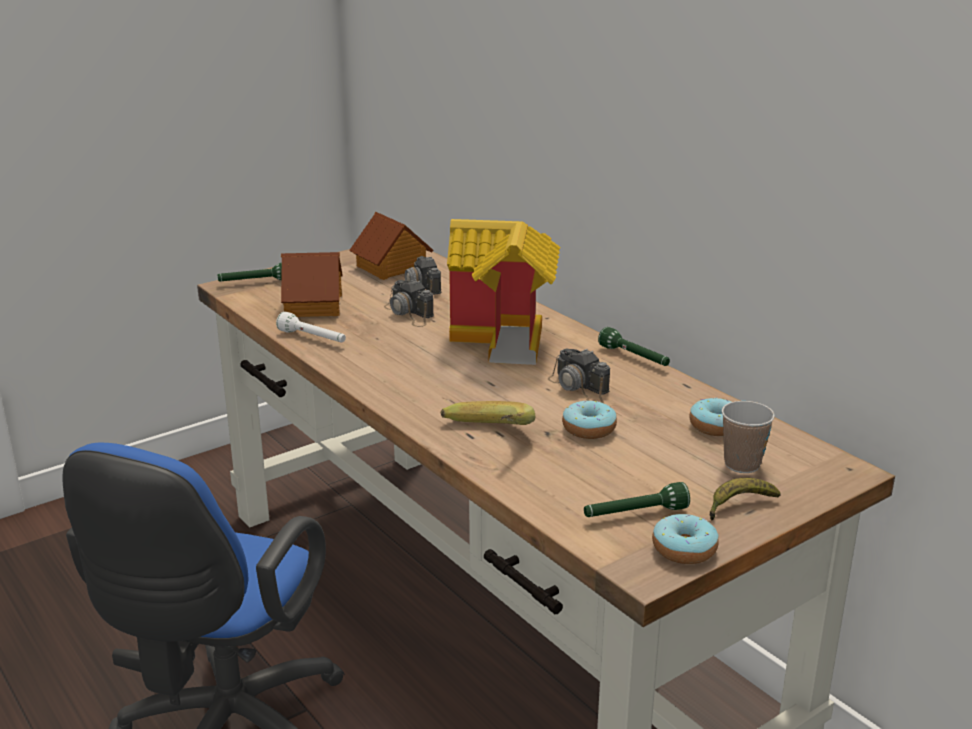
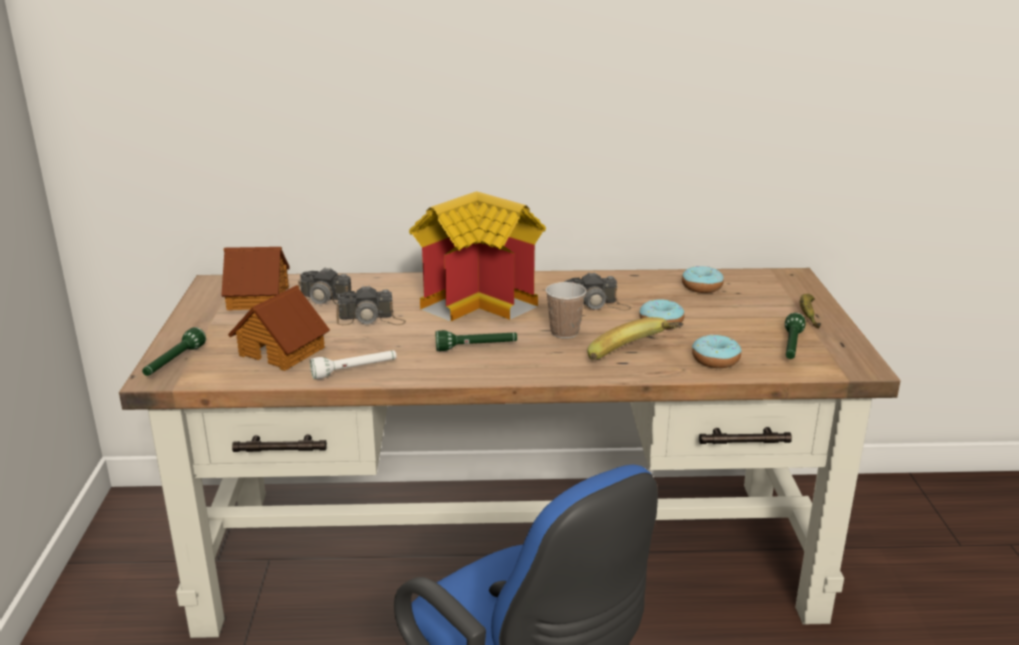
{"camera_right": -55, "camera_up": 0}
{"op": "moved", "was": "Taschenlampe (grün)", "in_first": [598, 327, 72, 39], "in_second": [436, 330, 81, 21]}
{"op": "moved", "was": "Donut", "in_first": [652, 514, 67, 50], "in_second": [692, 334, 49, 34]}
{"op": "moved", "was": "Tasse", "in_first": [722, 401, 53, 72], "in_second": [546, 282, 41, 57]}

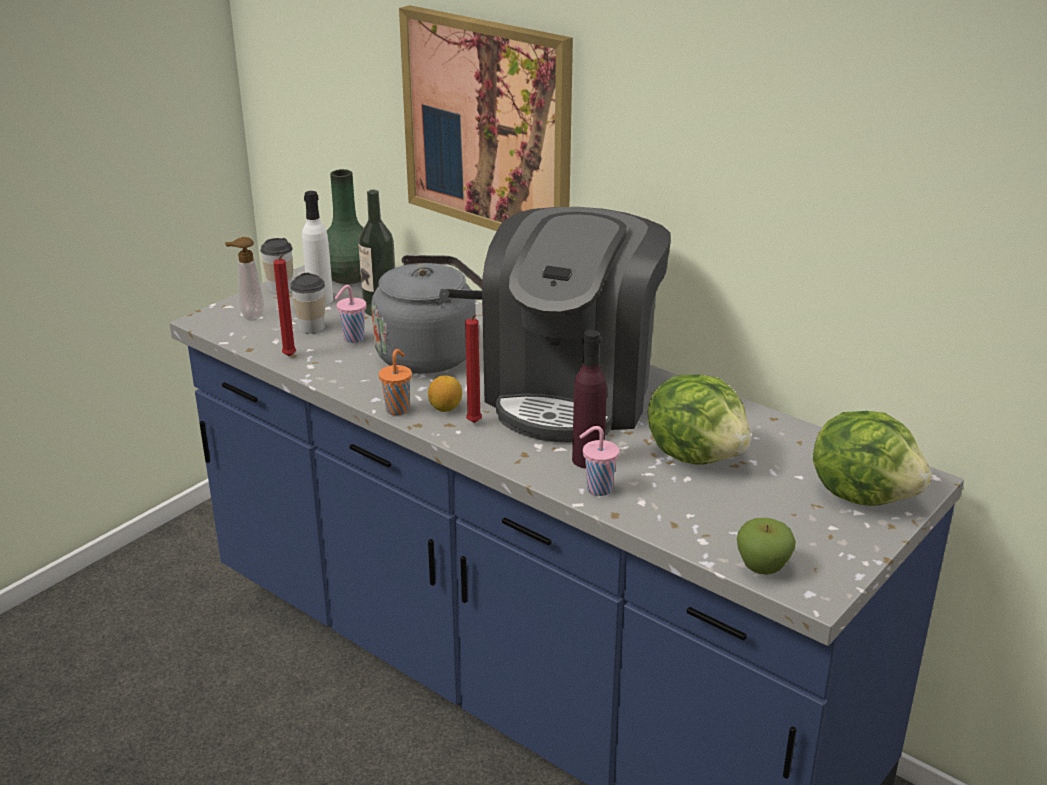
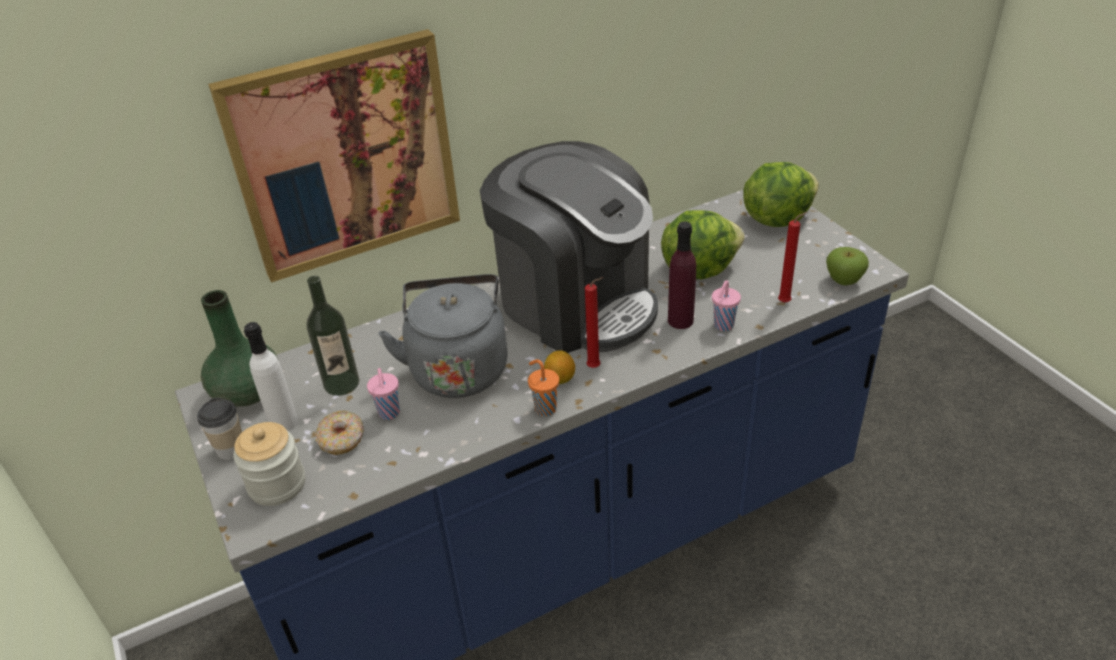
{"camera_right": -65, "camera_up": 10}
{"op": "moved", "was": "Kerze (rot)", "in_first": [273, 254, 23, 102], "in_second": [778, 212, 29, 91]}
{"op": "replaced", "was": "Seifenspender", "now": "Vorratsglas", "in_first": [225, 237, 39, 84], "in_second": [233, 422, 72, 84]}
{"op": "replaced", "was": "Tasse", "now": "Donut", "in_first": [291, 273, 34, 61], "in_second": [315, 411, 49, 44]}

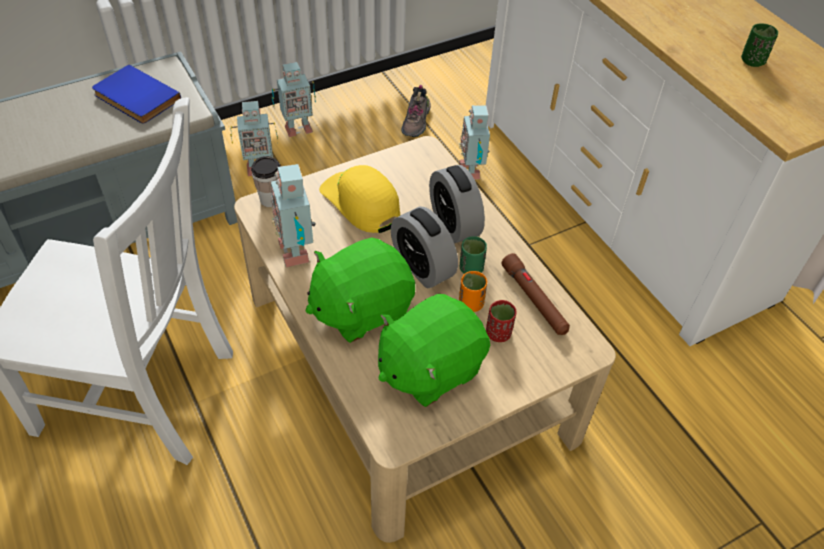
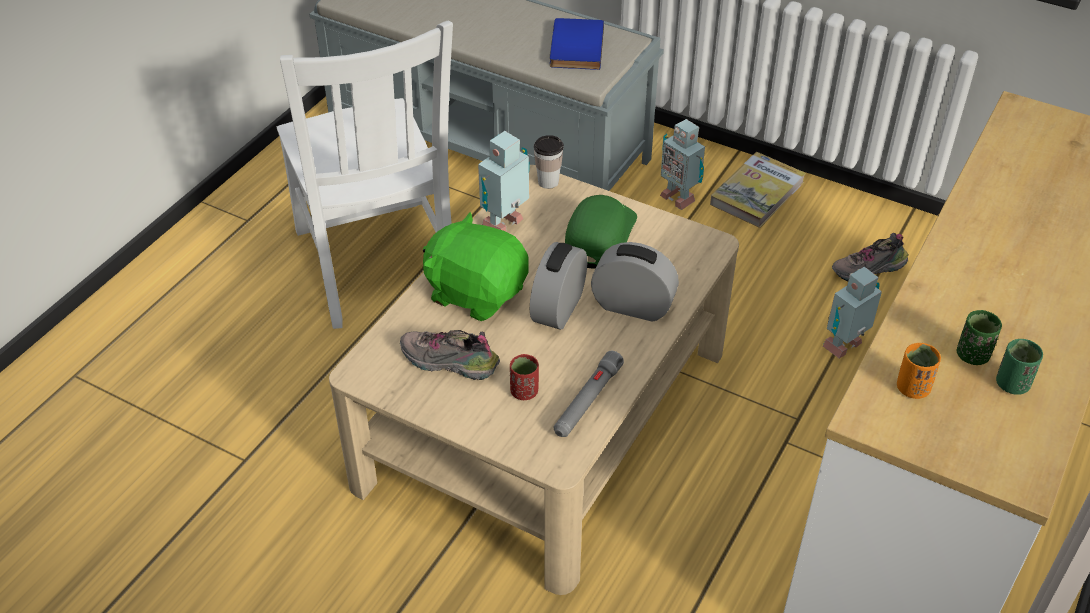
{"camera_right": 60, "camera_up": -5}
{"op": "moved", "was": "Tasse (orange)", "in_first": [459, 271, 28, 41], "in_second": [897, 343, 44, 56]}
{"op": "moved", "was": "Tasse (grün)", "in_first": [460, 236, 27, 38], "in_second": [996, 339, 47, 56]}
{"op": "replaced", "was": "Spielzeugroboter", "now": "Buch", "in_first": [271, 62, 45, 75], "in_second": [710, 152, 96, 76]}
{"op": "replaced", "was": "Plüschtier (grün)", "now": "Schuh", "in_first": [378, 294, 112, 113], "in_second": [400, 330, 100, 50]}
{"op": "recoloured", "was": "Kappe (gelb)", "now": "Kappe (grün)", "in_first": [319, 165, 81, 68], "in_second": [565, 195, 72, 73]}
{"op": "recoloured", "was": "Taschenlampe (braun)", "now": "Taschenlampe (grau)", "in_first": [501, 253, 69, 82], "in_second": [553, 350, 71, 87]}
{"op": "turned", "was": "Wecker", "in_first": [429, 165, 56, 78], "in_second": [591, 242, 88, 80], "clockwise": 75}

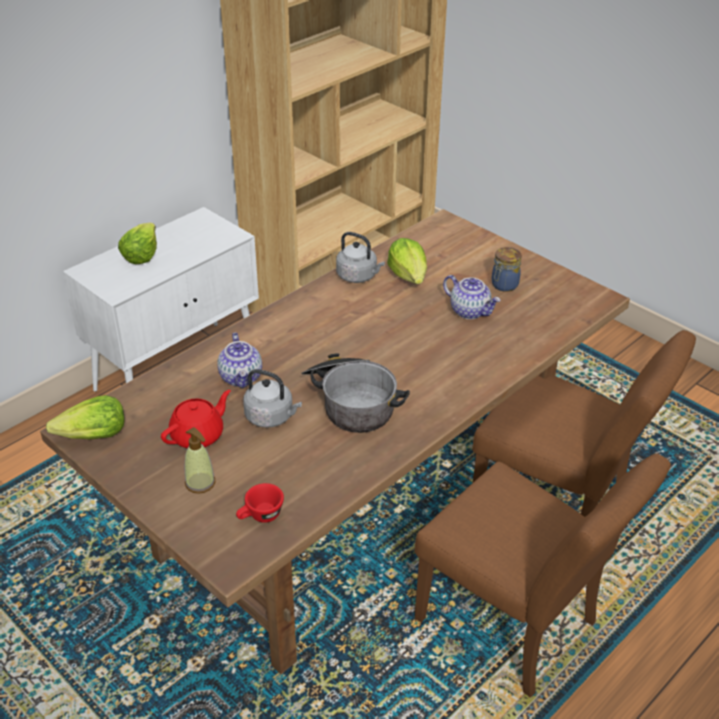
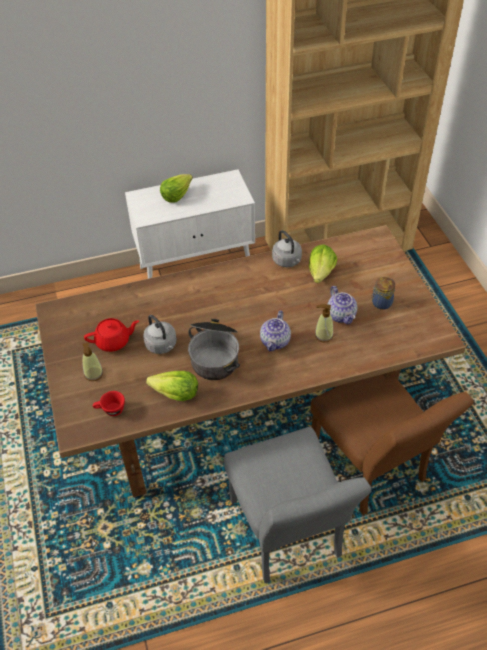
{"camera_right": 30, "camera_up": 10}
{"op": "added", "now": "Seifenspender", "in_second": [315, 304, 19, 38]}
{"op": "moved", "was": "Salatkopf", "in_first": [46, 395, 78, 44], "in_second": [146, 371, 52, 30]}
{"op": "moved", "was": "Teekanne", "in_first": [217, 333, 45, 55], "in_second": [260, 310, 31, 41]}
{"op": "recoloured", "was": "Stuhl (braun)", "now": "Stuhl (grau)", "in_first": [415, 454, 256, 243], "in_second": [224, 427, 147, 156]}

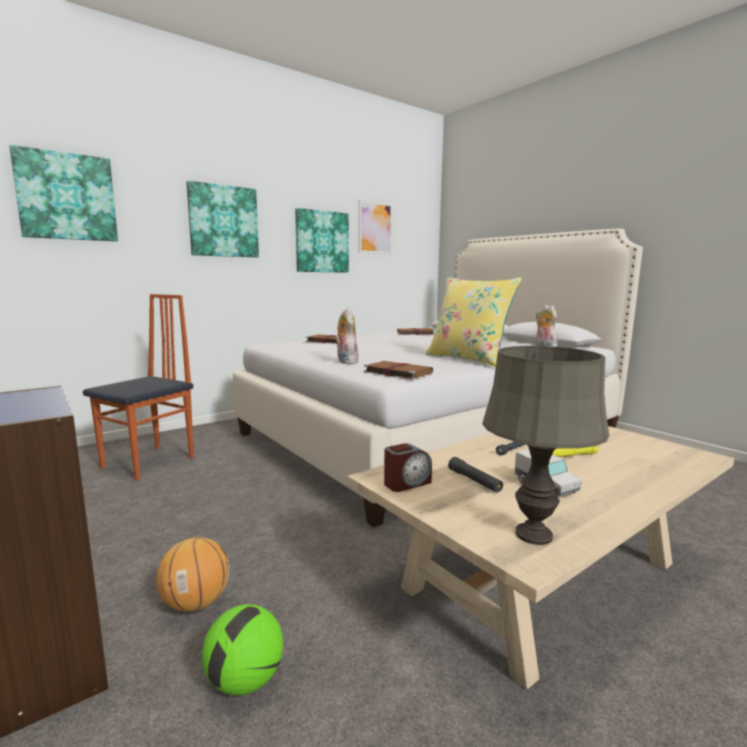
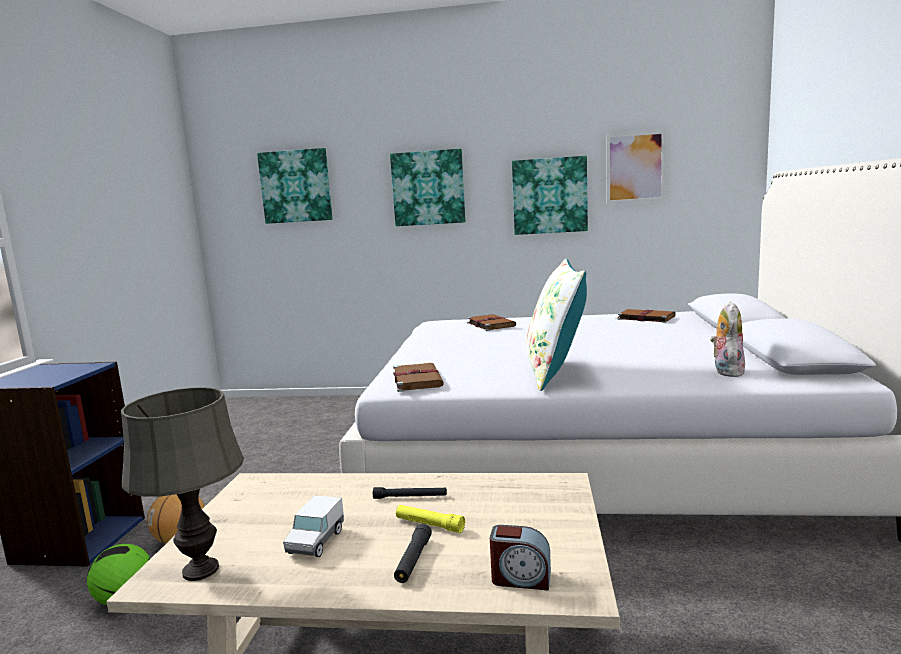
{"camera_right": 45, "camera_up": 0}
{"op": "removed", "was": "Stuhl", "in_first": [83, 294, 111, 187]}
{"op": "removed", "was": "Plüschtier", "in_first": [334, 308, 25, 56]}
{"op": "moved", "was": "Wecker", "in_first": [384, 443, 48, 49], "in_second": [490, 525, 61, 65]}
{"op": "moved", "was": "Taschenlampe (schwarz)", "in_first": [448, 457, 55, 36], "in_second": [394, 524, 38, 59]}
{"op": "recoloured", "was": "Kissen (gelb)", "now": "Kissen (weiß)", "in_first": [425, 277, 97, 90], "in_second": [527, 259, 60, 132]}

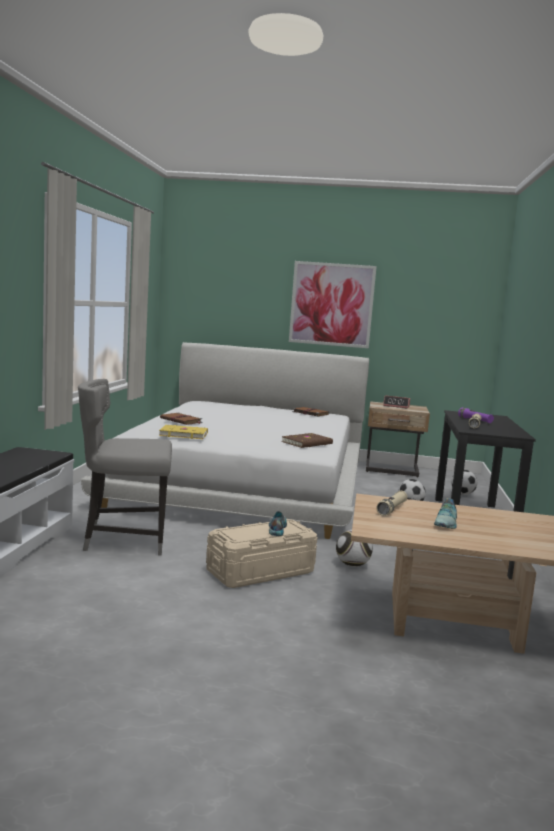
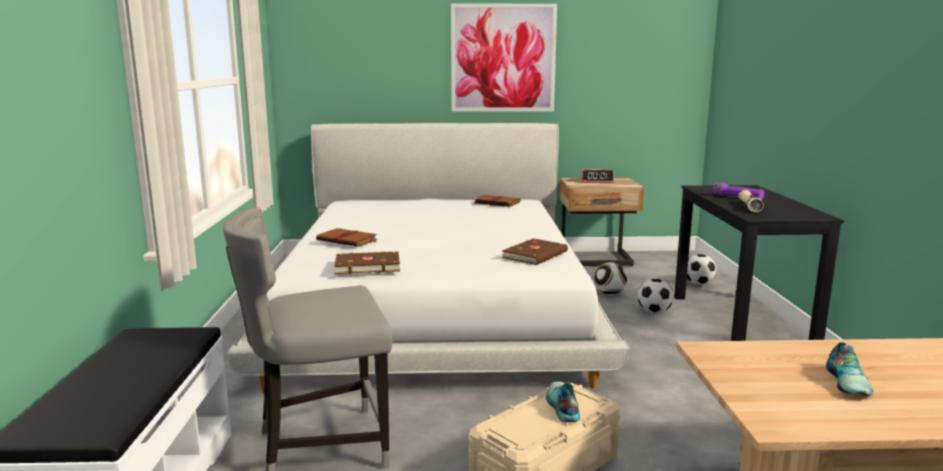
{"camera_right": -10, "camera_up": 5}
{"op": "removed", "was": "Taschenlampe (beige)", "in_first": [376, 491, 31, 25]}
{"op": "moved", "was": "Fußball", "in_first": [336, 530, 37, 37], "in_second": [594, 262, 33, 33]}
{"op": "recoloured", "was": "Buch (gelb)", "now": "Buch (braun)", "in_first": [159, 425, 49, 14], "in_second": [334, 252, 66, 22]}

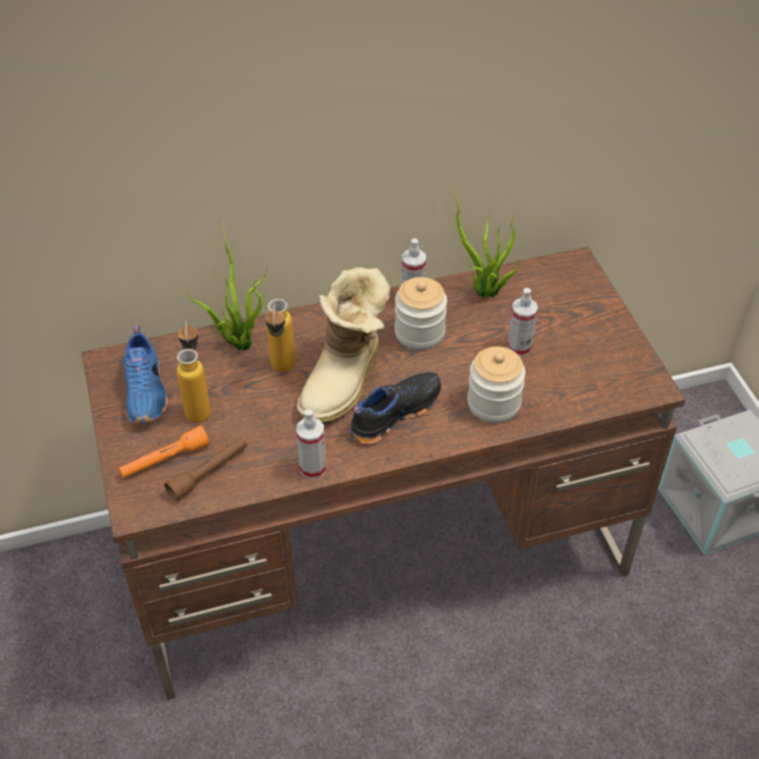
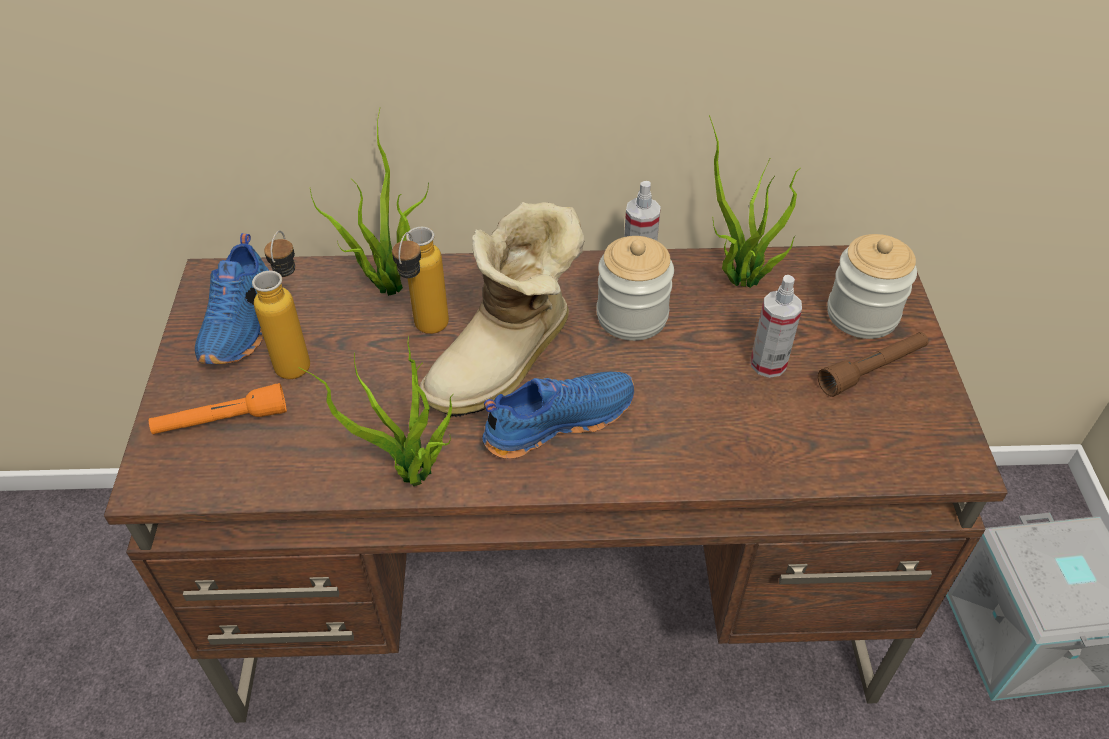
{"camera_right": 15, "camera_up": 0}
{"op": "moved", "was": "Taschenlampe (braun)", "in_first": [164, 437, 83, 64], "in_second": [818, 332, 110, 65]}
{"op": "moved", "was": "Vorratsglas", "in_first": [467, 346, 59, 77], "in_second": [827, 234, 90, 105]}
{"op": "replaced", "was": "Sprühflasche", "now": "Topfpflanze", "in_first": [296, 409, 30, 70], "in_second": [299, 336, 154, 150]}
{"op": "recoloured", "was": "Schuh (schwarz)", "now": "Schuh (blau)", "in_first": [350, 372, 91, 72], "in_second": [482, 372, 152, 87]}

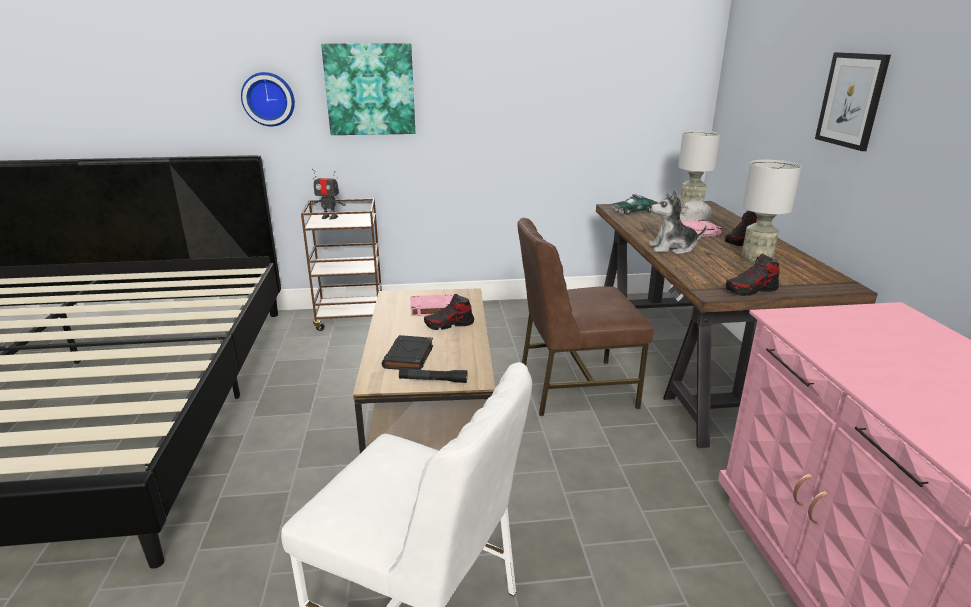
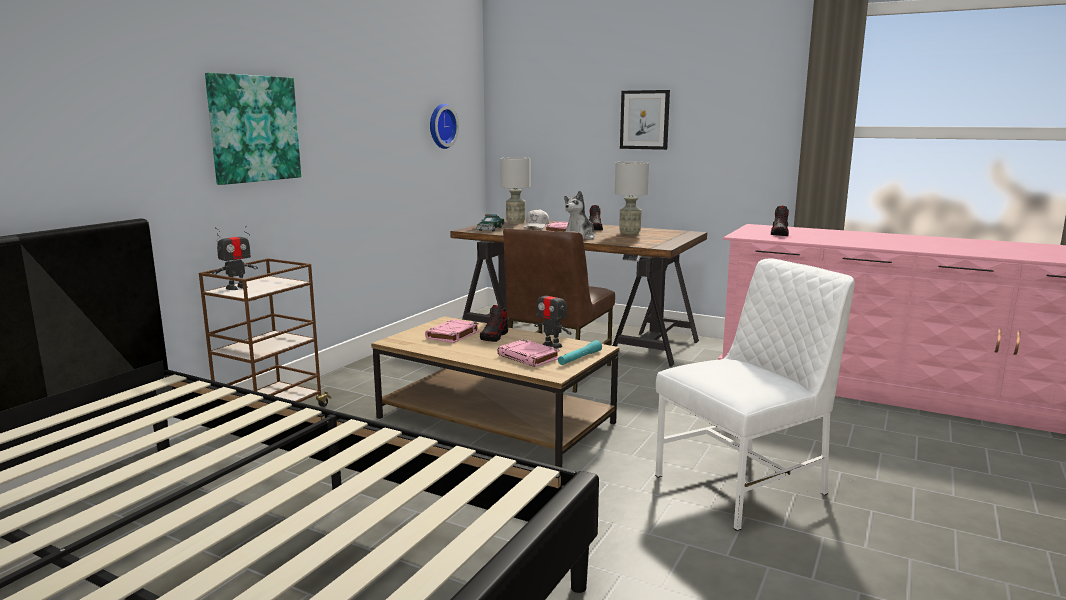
{"camera_right": -55, "camera_up": -10}
{"op": "added", "now": "Spielzeugroboter", "in_second": [534, 283, 37, 66]}
{"op": "moved", "was": "Wanduhr", "in_first": [241, 72, 54, 54], "in_second": [430, 104, 29, 45]}
{"op": "moved", "was": "Schuh", "in_first": [726, 253, 54, 43], "in_second": [771, 206, 18, 30]}
{"op": "recoloured", "was": "Buch (schwarz)", "now": "Buch (rosa)", "in_first": [382, 335, 51, 35], "in_second": [497, 339, 63, 28]}
{"op": "recoloured", "was": "Taschenlampe (schwarz)", "now": "Taschenlampe (türkis)", "in_first": [399, 369, 68, 14], "in_second": [558, 340, 44, 25]}

